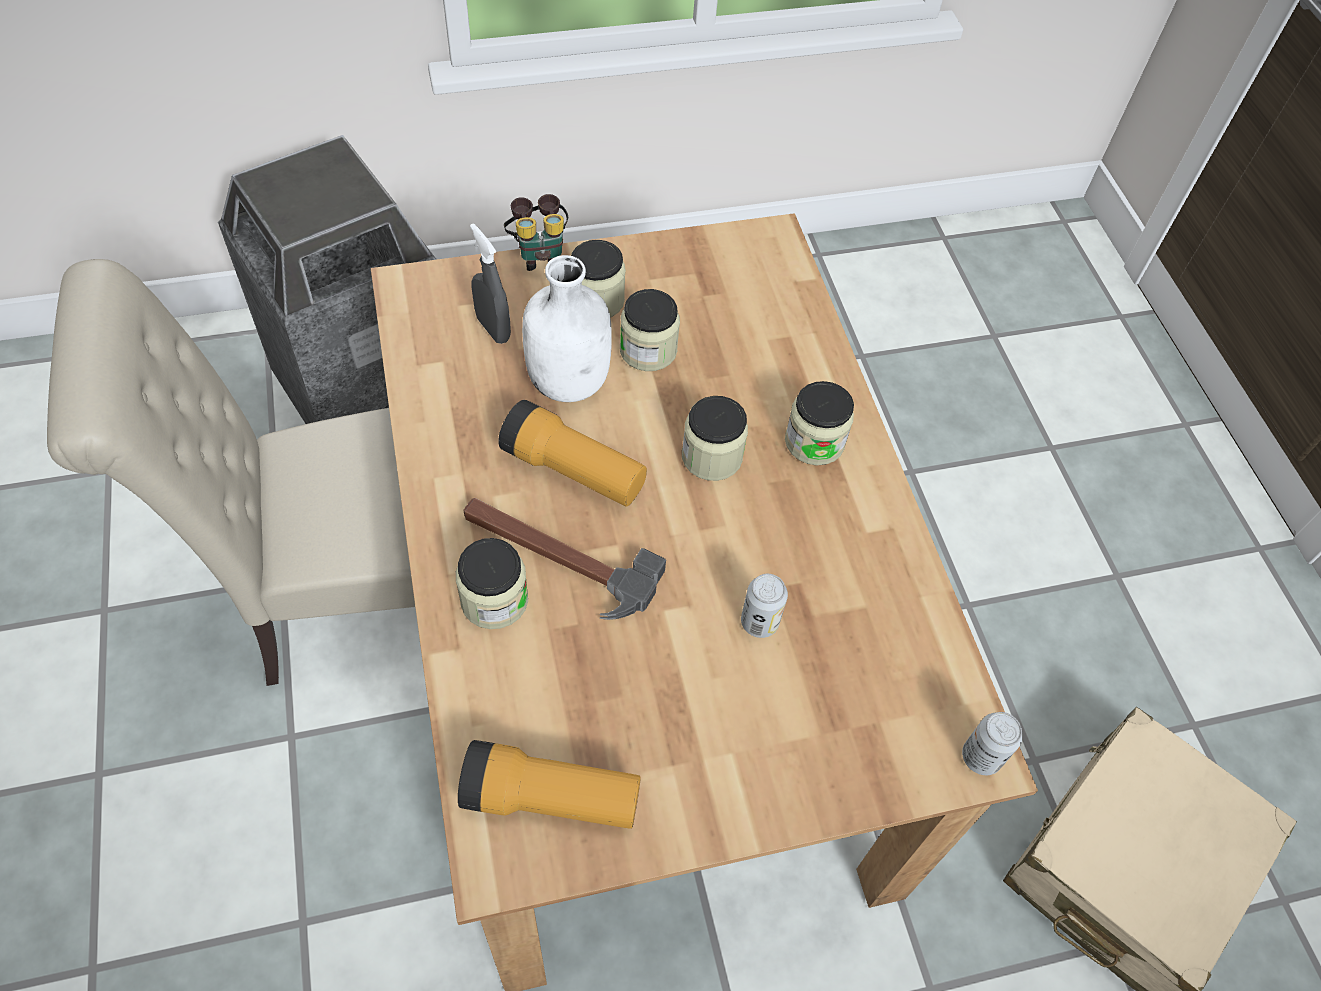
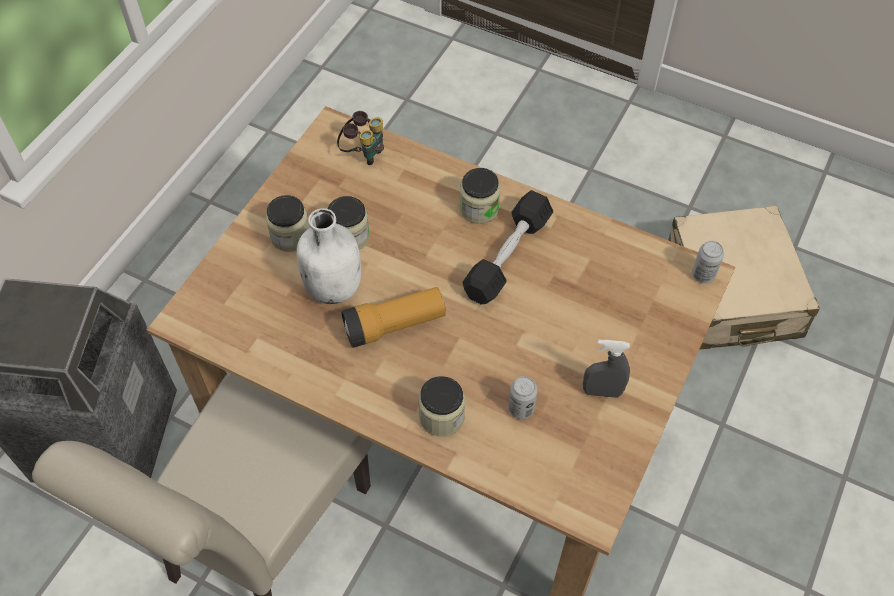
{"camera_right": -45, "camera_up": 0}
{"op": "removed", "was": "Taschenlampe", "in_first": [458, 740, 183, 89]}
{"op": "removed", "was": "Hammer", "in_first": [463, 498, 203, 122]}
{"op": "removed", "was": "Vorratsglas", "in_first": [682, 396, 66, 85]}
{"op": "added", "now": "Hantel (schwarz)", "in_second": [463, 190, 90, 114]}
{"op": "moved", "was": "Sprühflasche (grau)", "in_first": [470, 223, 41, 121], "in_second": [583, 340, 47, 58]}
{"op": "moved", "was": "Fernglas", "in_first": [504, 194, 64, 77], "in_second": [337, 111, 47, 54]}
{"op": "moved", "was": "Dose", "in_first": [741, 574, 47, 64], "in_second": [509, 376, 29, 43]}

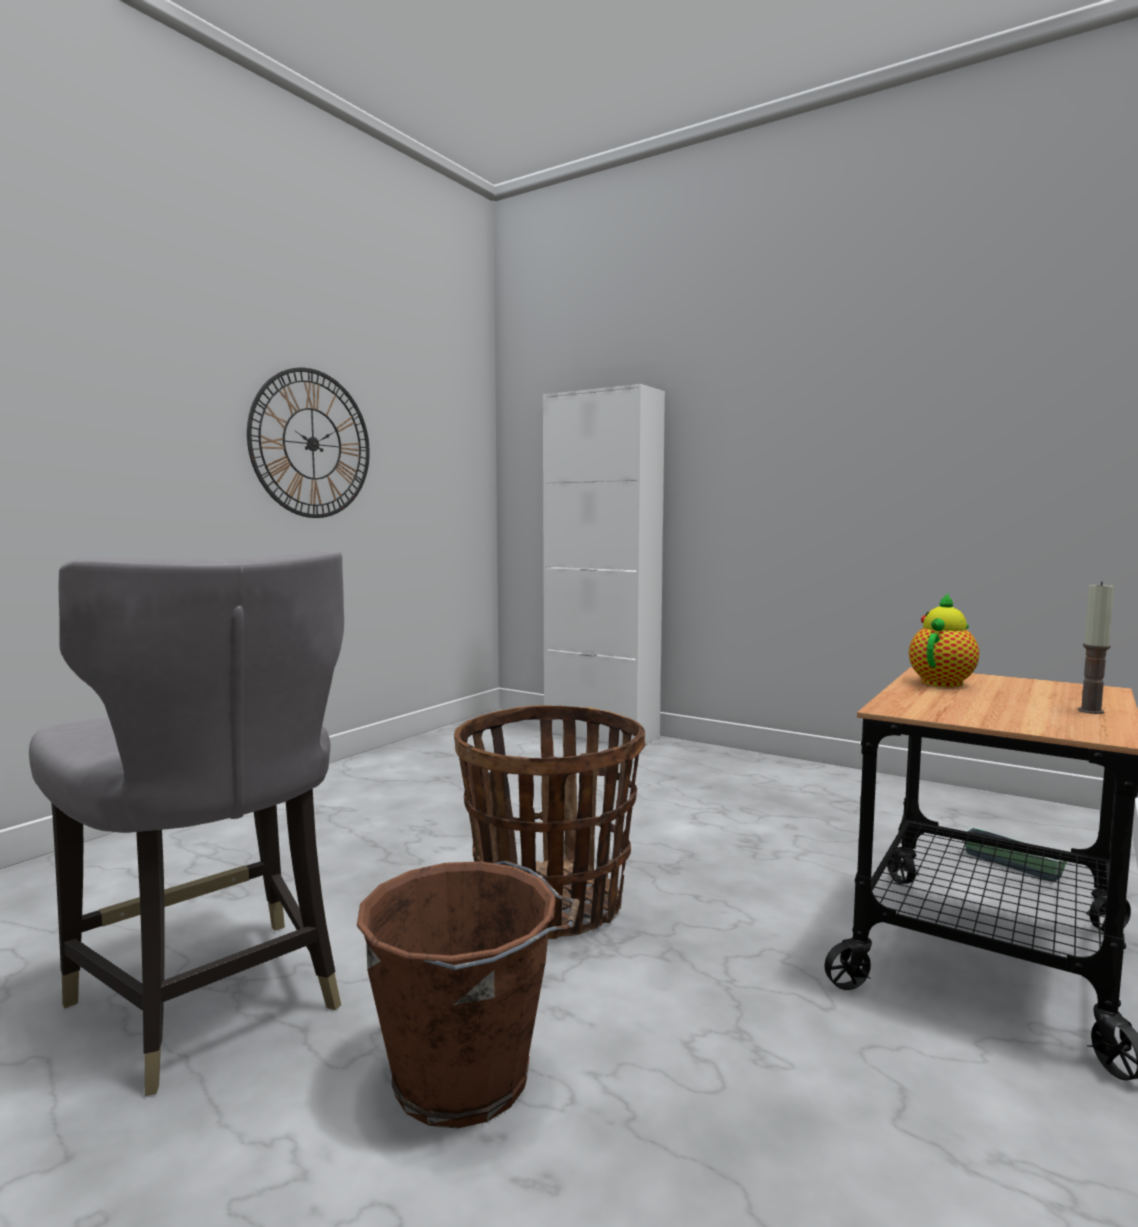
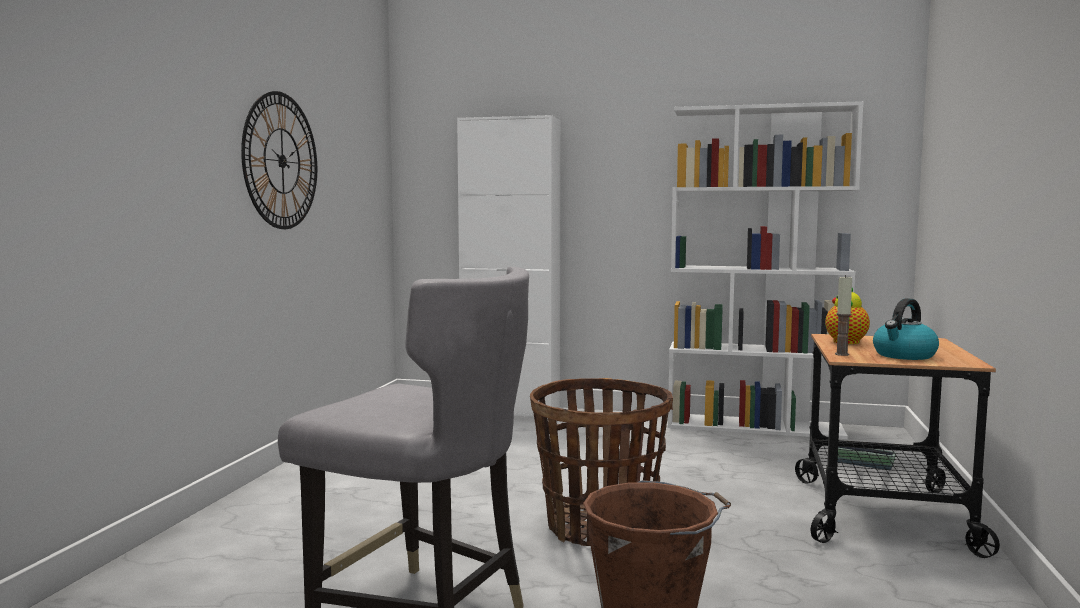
{"camera_right": -20, "camera_up": 0}
{"op": "added", "now": "Bücherregal (weiß)", "in_second": [668, 101, 196, 338]}
{"op": "added", "now": "Wasserkessel", "in_second": [873, 298, 66, 62]}
{"op": "moved", "was": "Kerze", "in_first": [1078, 581, 36, 133], "in_second": [835, 275, 17, 81]}

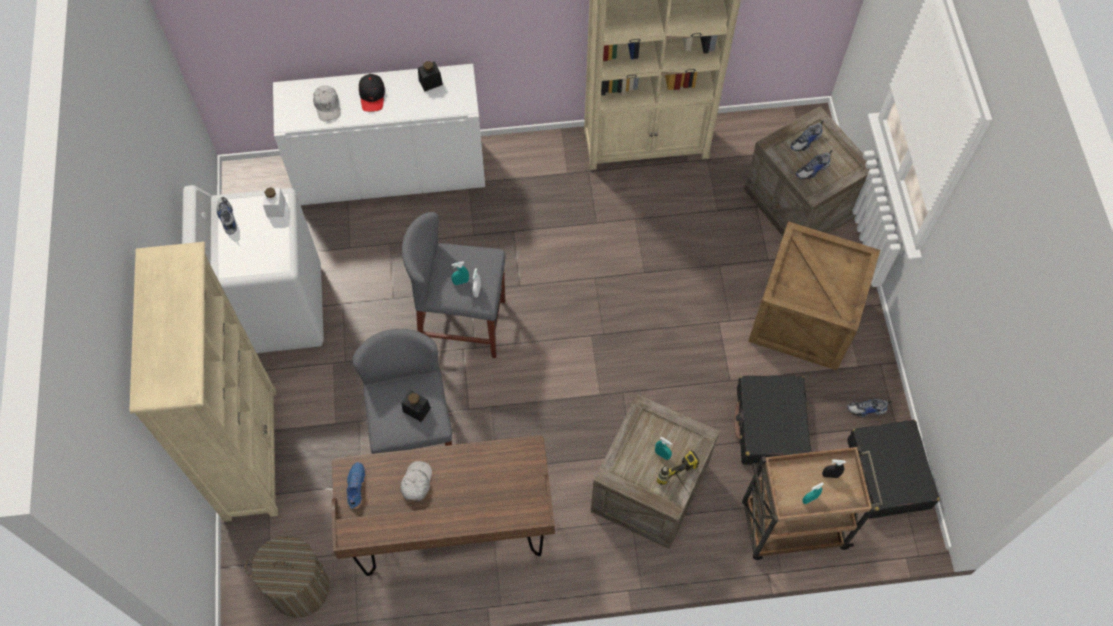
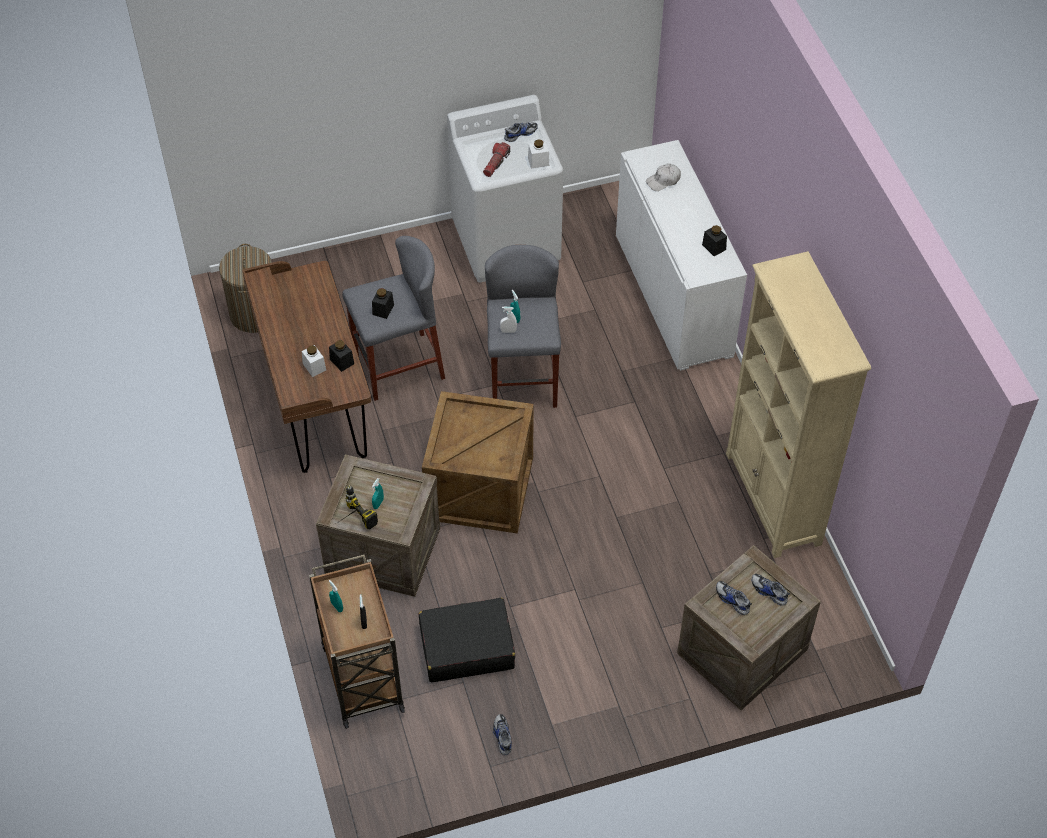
{"camera_right": 80, "camera_up": -10}
{"op": "removed", "was": "Bücherregal (beige)", "in_first": [130, 242, 148, 280]}
{"op": "removed", "was": "Schuh (blau)", "in_first": [347, 462, 19, 47]}
{"op": "removed", "was": "Kappe (schwarz)", "in_first": [359, 74, 26, 38]}
{"op": "removed", "was": "Kappe (weiß)", "in_first": [400, 461, 32, 41]}
{"op": "removed", "was": "Koffer (schwarz)", "in_first": [847, 420, 92, 99]}
{"op": "added", "now": "Vorratsglas (weiß)", "in_second": [302, 345, 24, 32]}
{"op": "added", "now": "Vorratsglas (schwarz)", "in_second": [329, 340, 25, 32]}
{"op": "added", "now": "Taschenlampe", "in_second": [483, 142, 27, 35]}
{"op": "moved", "was": "Kiste", "in_first": [748, 221, 132, 149], "in_second": [422, 391, 112, 142]}

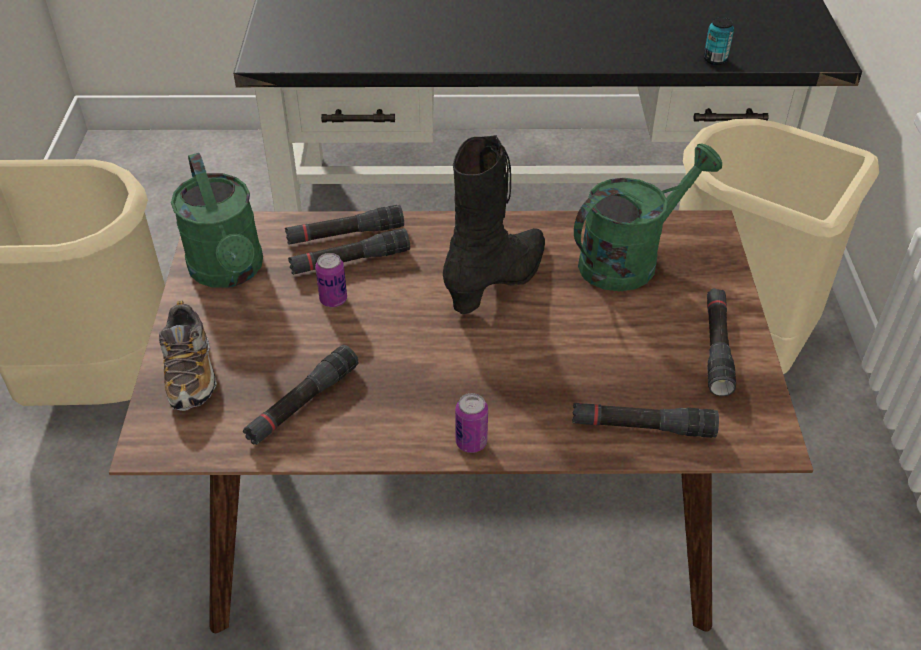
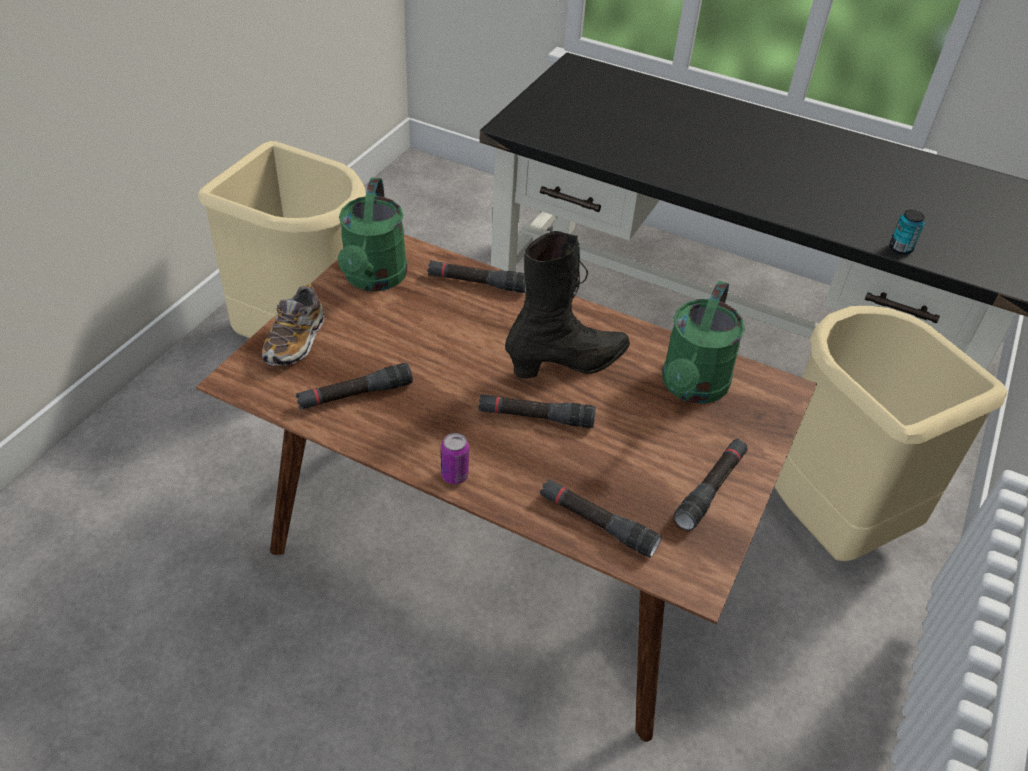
{"camera_right": 25, "camera_up": 0}
{"op": "removed", "was": "Dose", "in_first": [315, 253, 32, 54]}
{"op": "moved", "was": "Taschenlampe (schwarz)", "in_first": [288, 228, 122, 47], "in_second": [478, 394, 118, 34]}
{"op": "turned", "was": "Gießkanne (grün)", "in_first": [574, 143, 148, 148], "in_second": [662, 281, 83, 123], "clockwise": 120}

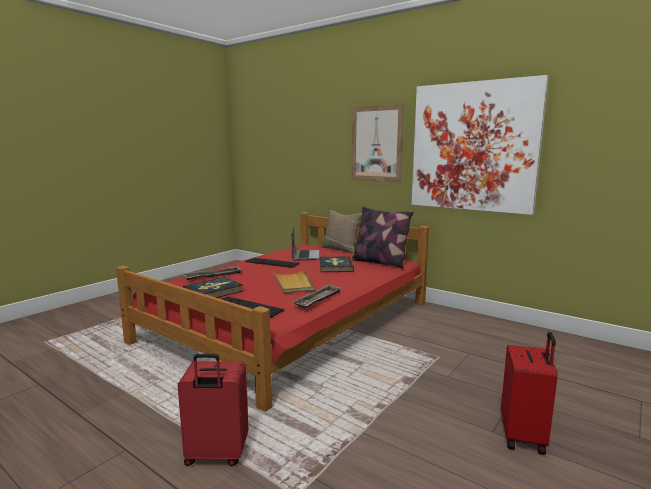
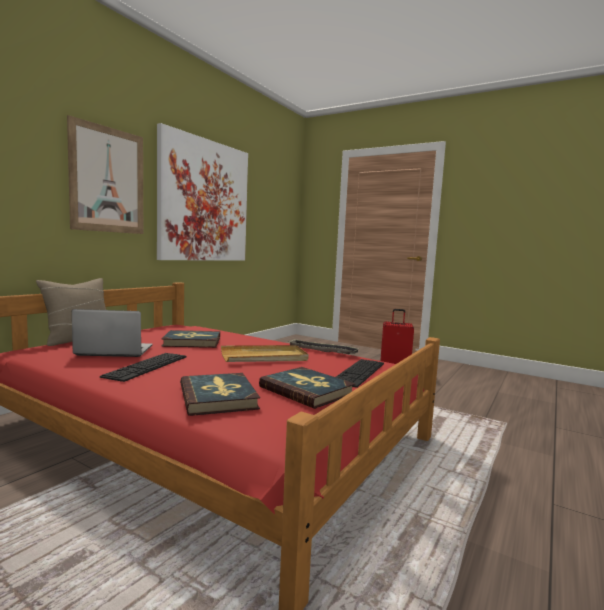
{"camera_right": -95, "camera_up": -5}
{"op": "removed", "was": "Koffer (rot)", "in_first": [178, 354, 70, 112]}
{"op": "removed", "was": "Kissen", "in_first": [351, 206, 63, 63]}
{"op": "replaced", "was": "Tablett", "now": "Buch", "in_first": [183, 266, 59, 14], "in_second": [180, 373, 80, 43]}

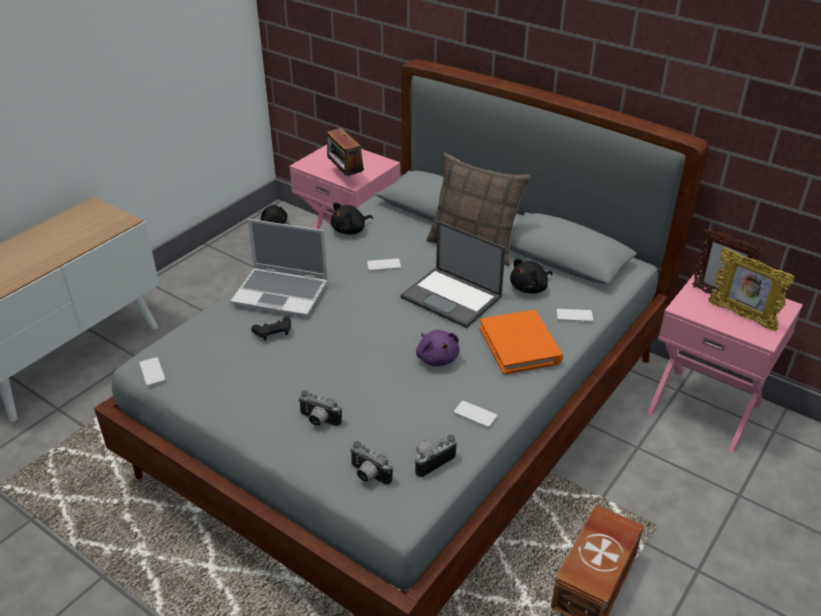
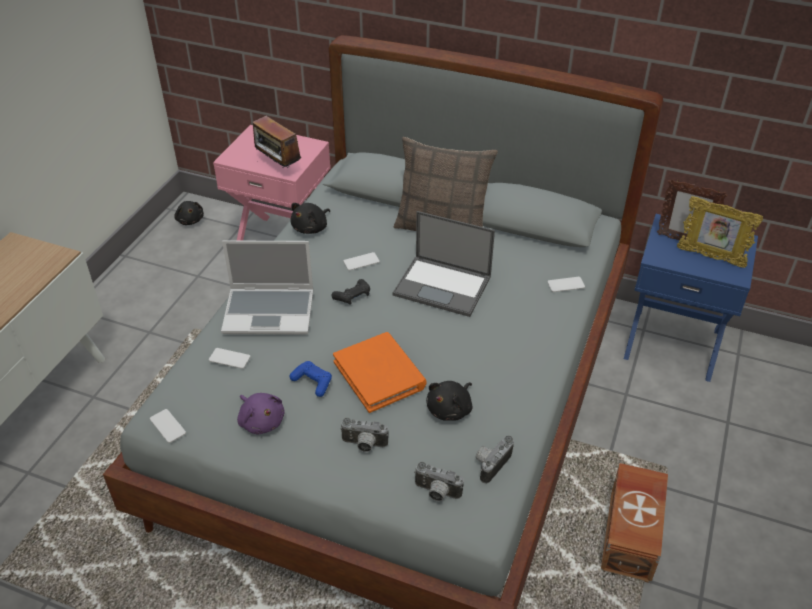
{"camera_right": -15, "camera_up": 5}
{"op": "added", "now": "Gamepad (blau)", "in_second": [290, 361, 42, 36]}
{"op": "moved", "was": "Gamepad (schwarz)", "in_first": [251, 317, 40, 23], "in_second": [332, 279, 38, 26]}
{"op": "moved", "was": "Plüschtier (lila)", "in_first": [416, 330, 44, 36], "in_second": [237, 393, 48, 42]}
{"op": "moved", "was": "Handy", "in_first": [454, 401, 43, 26], "in_second": [209, 348, 41, 21]}
{"op": "moved", "was": "Buch (orange)", "in_first": [479, 310, 84, 65], "in_second": [333, 332, 94, 81]}
{"op": "moved", "was": "Plüschtier (schwarz)", "in_first": [510, 259, 43, 35], "in_second": [426, 381, 47, 40]}
{"op": "recoloured", "was": "Nachttisch (rosa)", "now": "Nachttisch (blau)", "in_first": [647, 271, 156, 181], "in_second": [624, 214, 134, 168]}

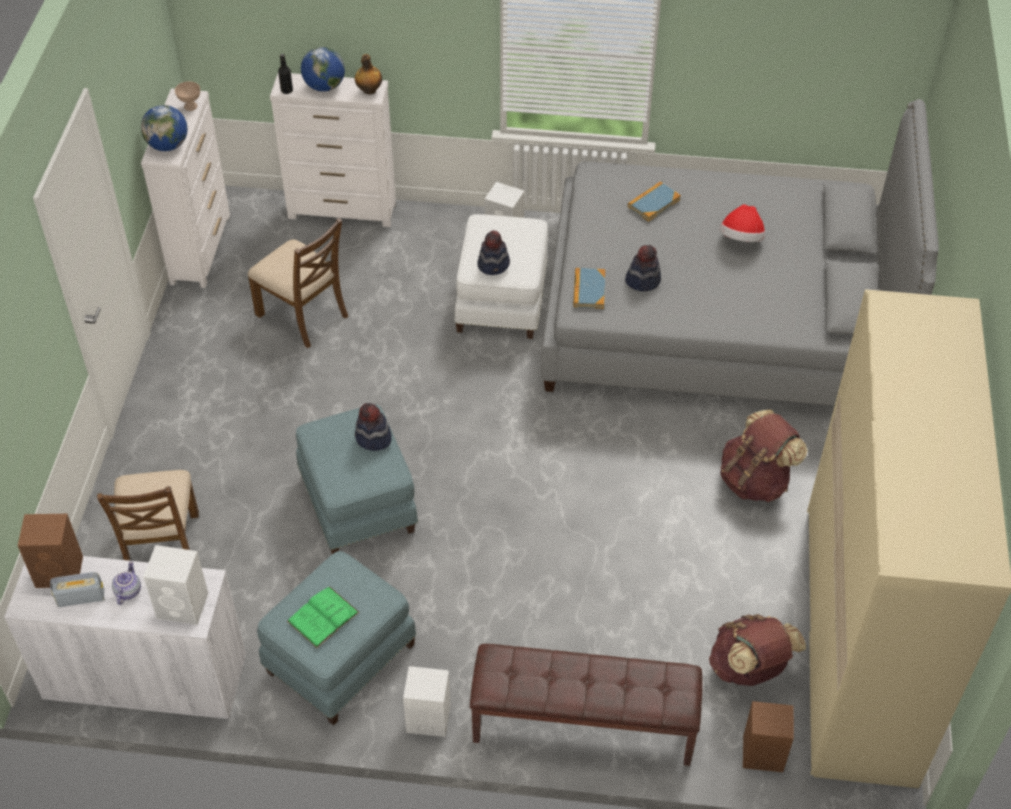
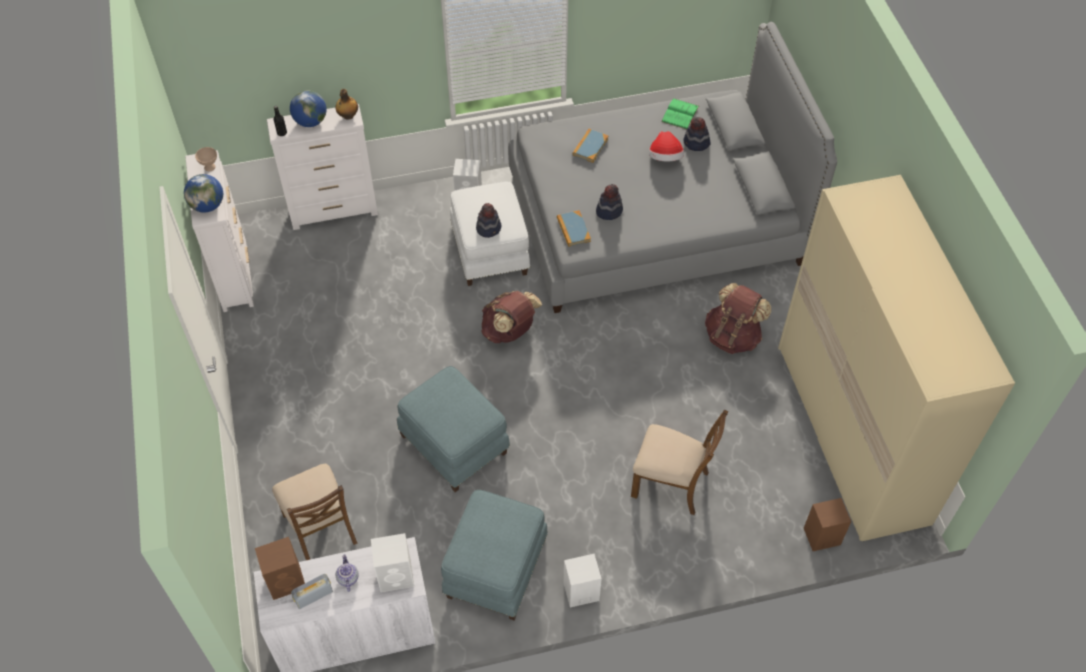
{"camera_right": -20, "camera_up": 5}
{"op": "removed", "was": "Bank (braun)", "in_first": [470, 644, 233, 122]}
{"op": "moved", "was": "Stuhl (braun)", "in_first": [248, 218, 101, 130], "in_second": [631, 410, 97, 105]}
{"op": "moved", "was": "Buch (grün)", "in_first": [287, 586, 72, 62], "in_second": [661, 98, 38, 32]}
{"op": "moved", "was": "Hut", "in_first": [355, 403, 37, 48], "in_second": [683, 117, 27, 34]}
{"op": "moved", "was": "Rucksack (braun)", "in_first": [709, 614, 97, 72], "in_second": [481, 291, 61, 52]}

